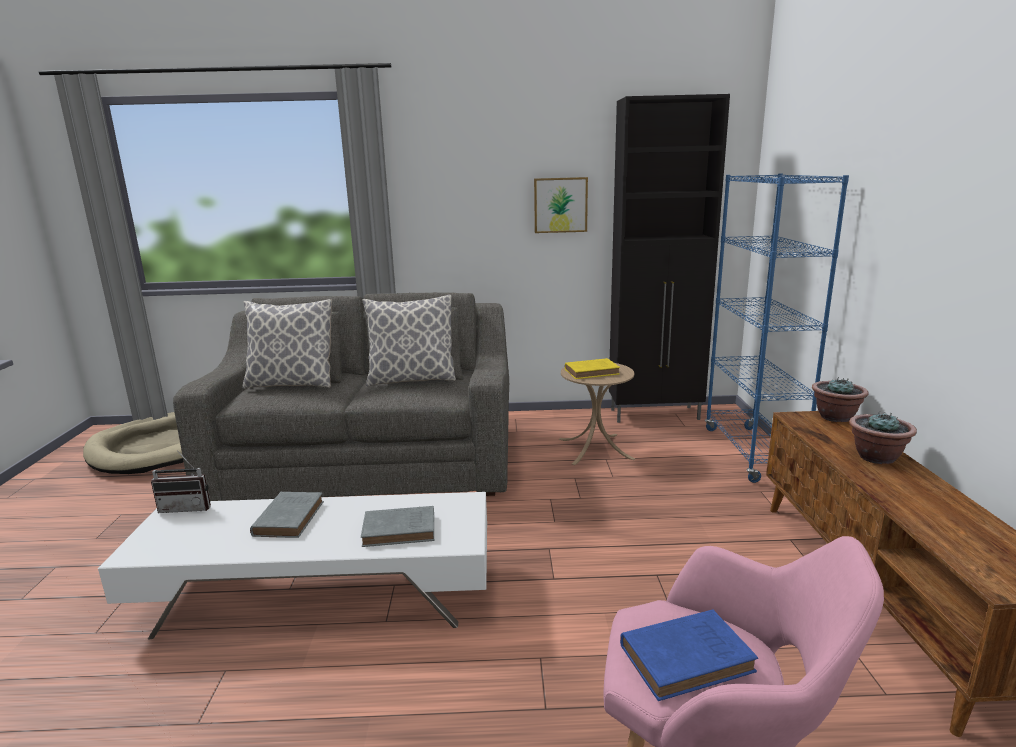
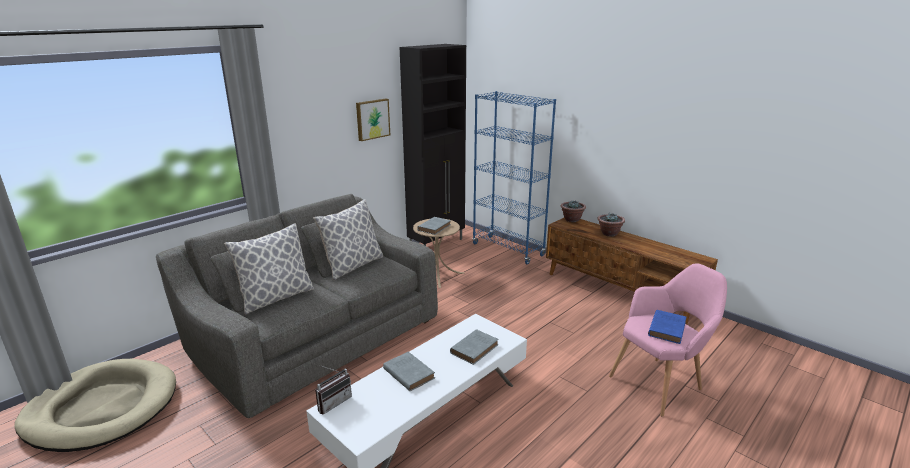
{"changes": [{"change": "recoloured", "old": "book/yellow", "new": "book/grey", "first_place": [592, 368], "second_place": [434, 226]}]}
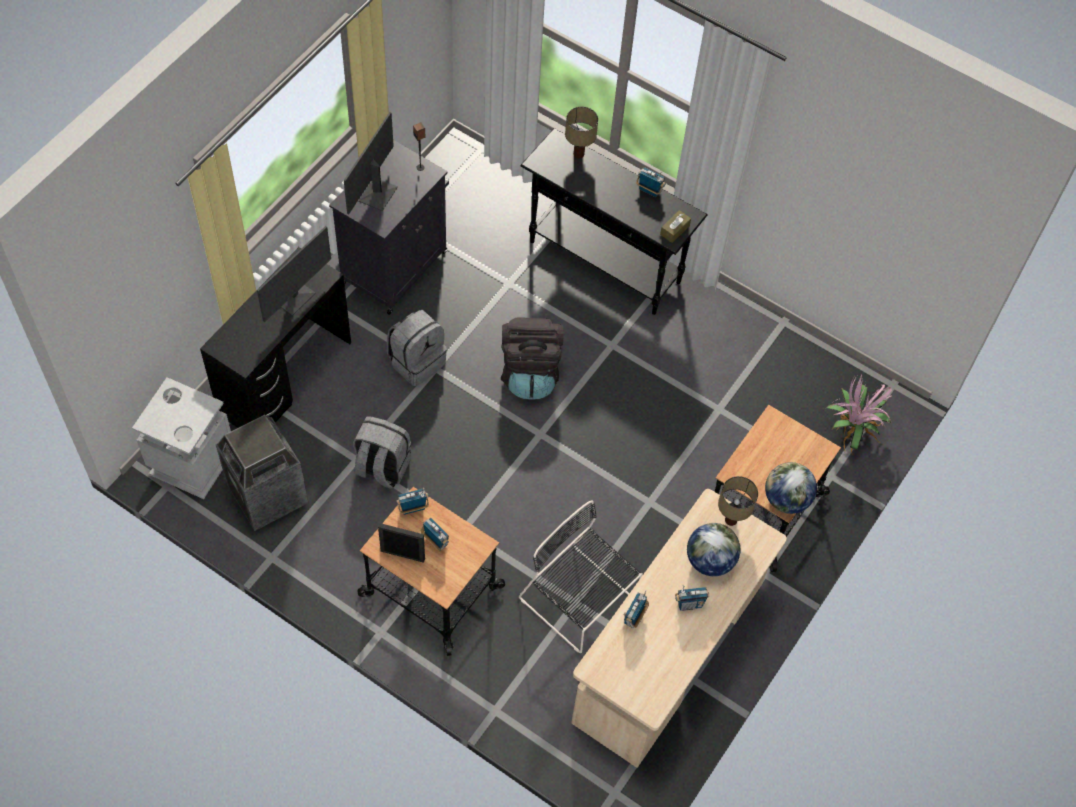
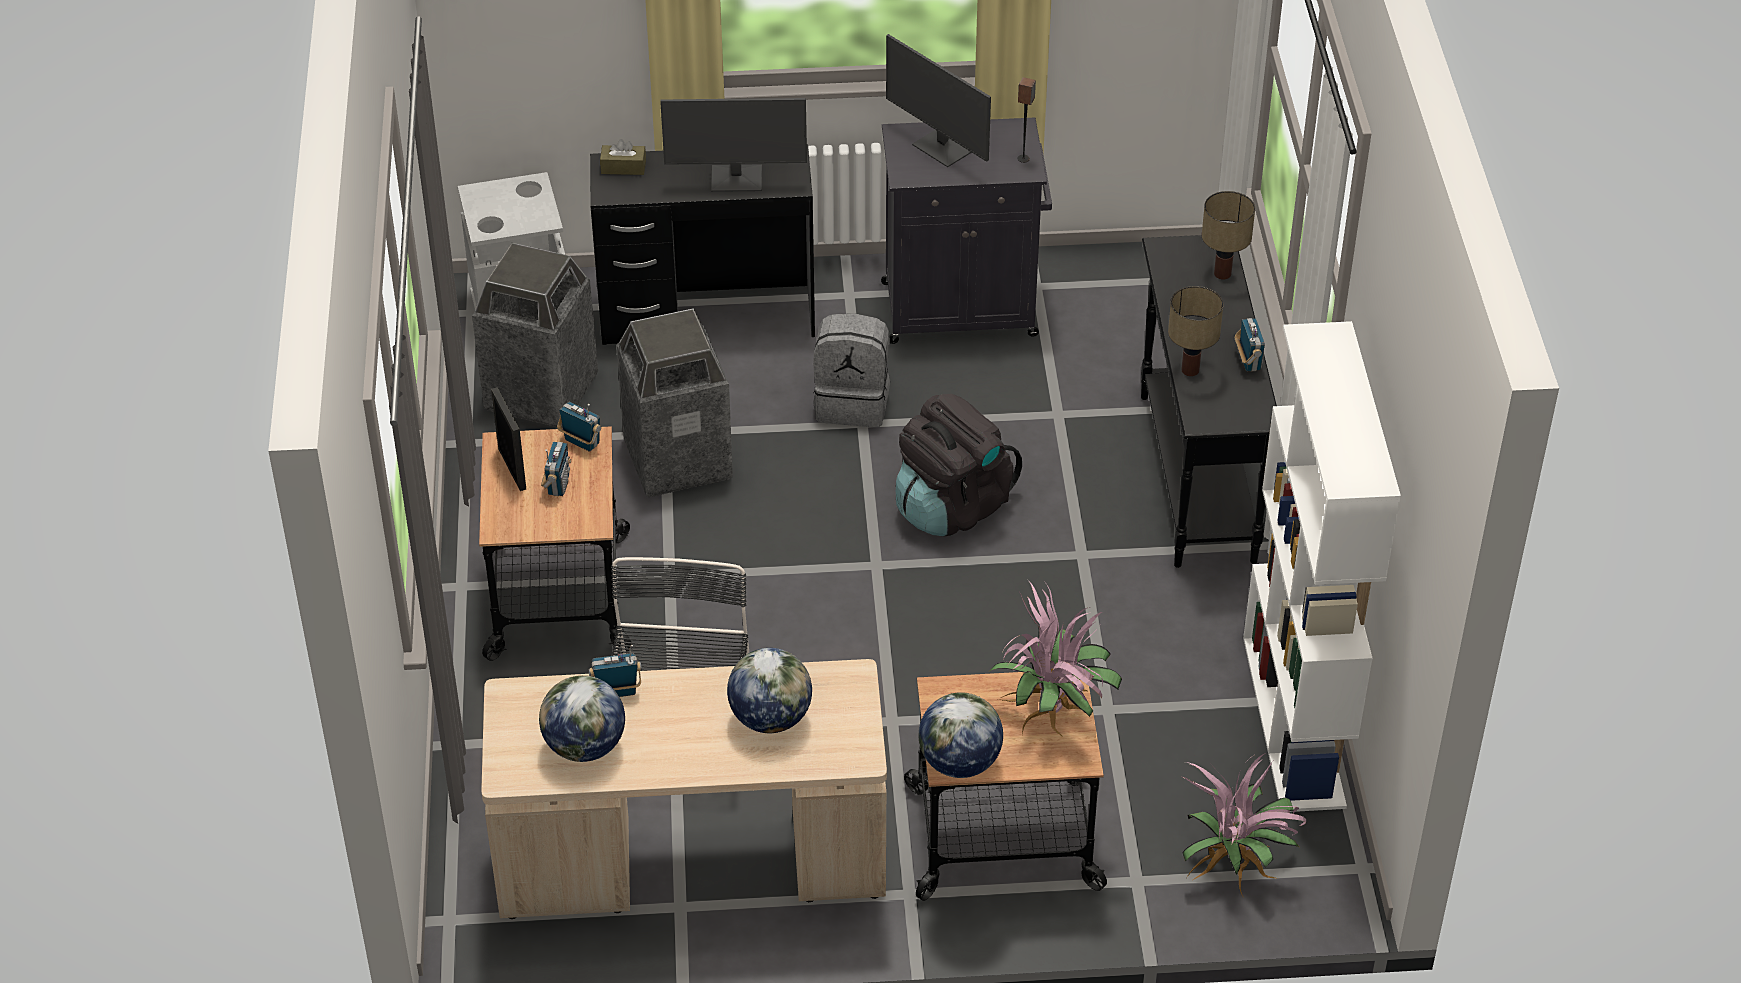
{"changes": [{"change": "turned", "old": "monitor", "first_place": [371, 163], "second_place": [938, 100], "degrees": -120}, {"change": "replaced", "old": "backpack/grey", "new": "trash can", "first_place": [382, 452], "second_place": [674, 402]}, {"change": "moved", "old": "tissue box/brown", "first_place": [675, 226], "second_place": [623, 157]}, {"change": "removed", "old": "radio", "first_place": [692, 598]}, {"change": "moved", "old": "table lamp", "first_place": [738, 501], "second_place": [1196, 331]}, {"change": "added", "new": "globe", "second_place": [582, 718]}, {"change": "added", "new": "potted plant", "second_place": [1055, 658]}, {"change": "added", "new": "bookcase/white", "second_place": [1322, 566]}]}
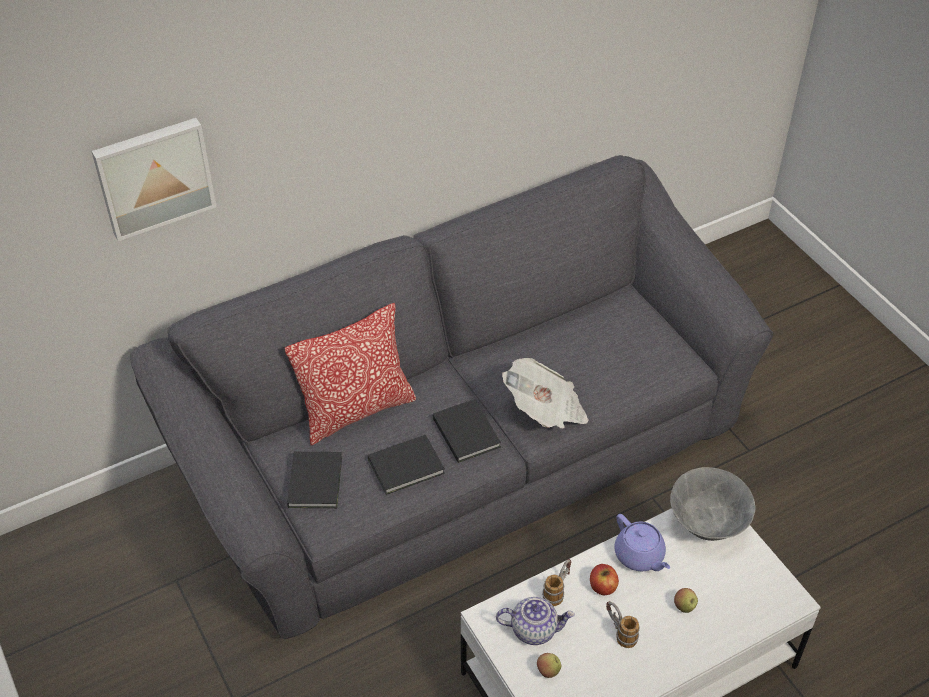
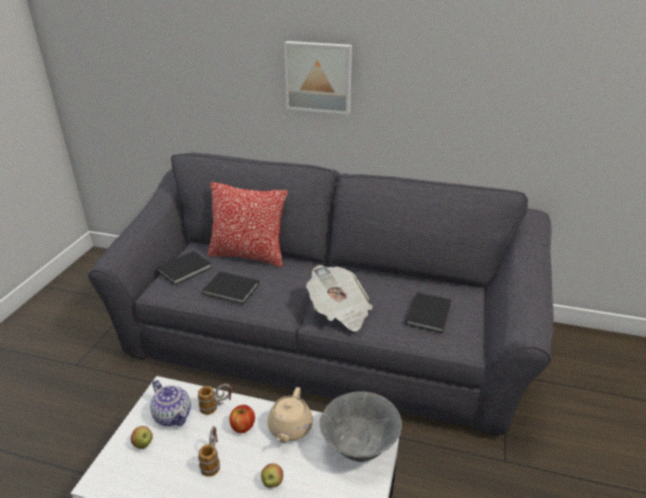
{"changes": [{"change": "moved", "old": "picture", "first_place": [154, 179], "second_place": [318, 77]}, {"change": "moved", "old": "book/black", "first_place": [467, 431], "second_place": [428, 312]}, {"change": "recoloured", "old": "teapot/purple", "new": "teapot/beige", "first_place": [642, 542], "second_place": [290, 415]}]}
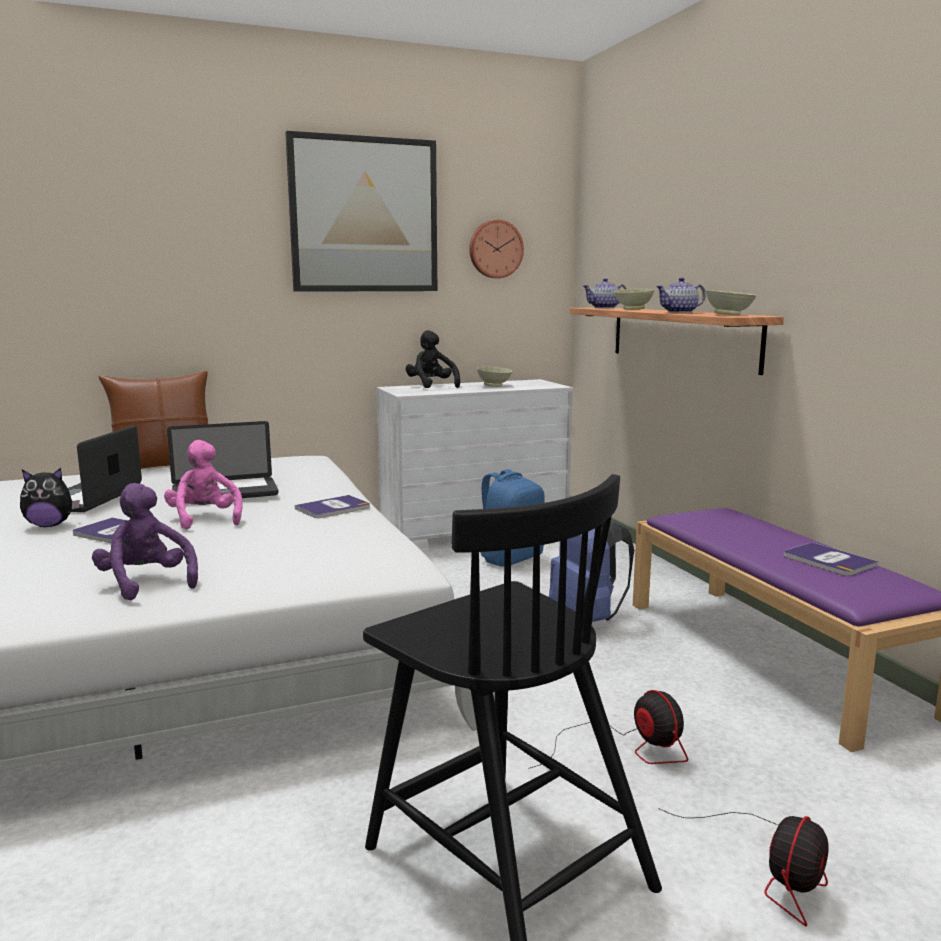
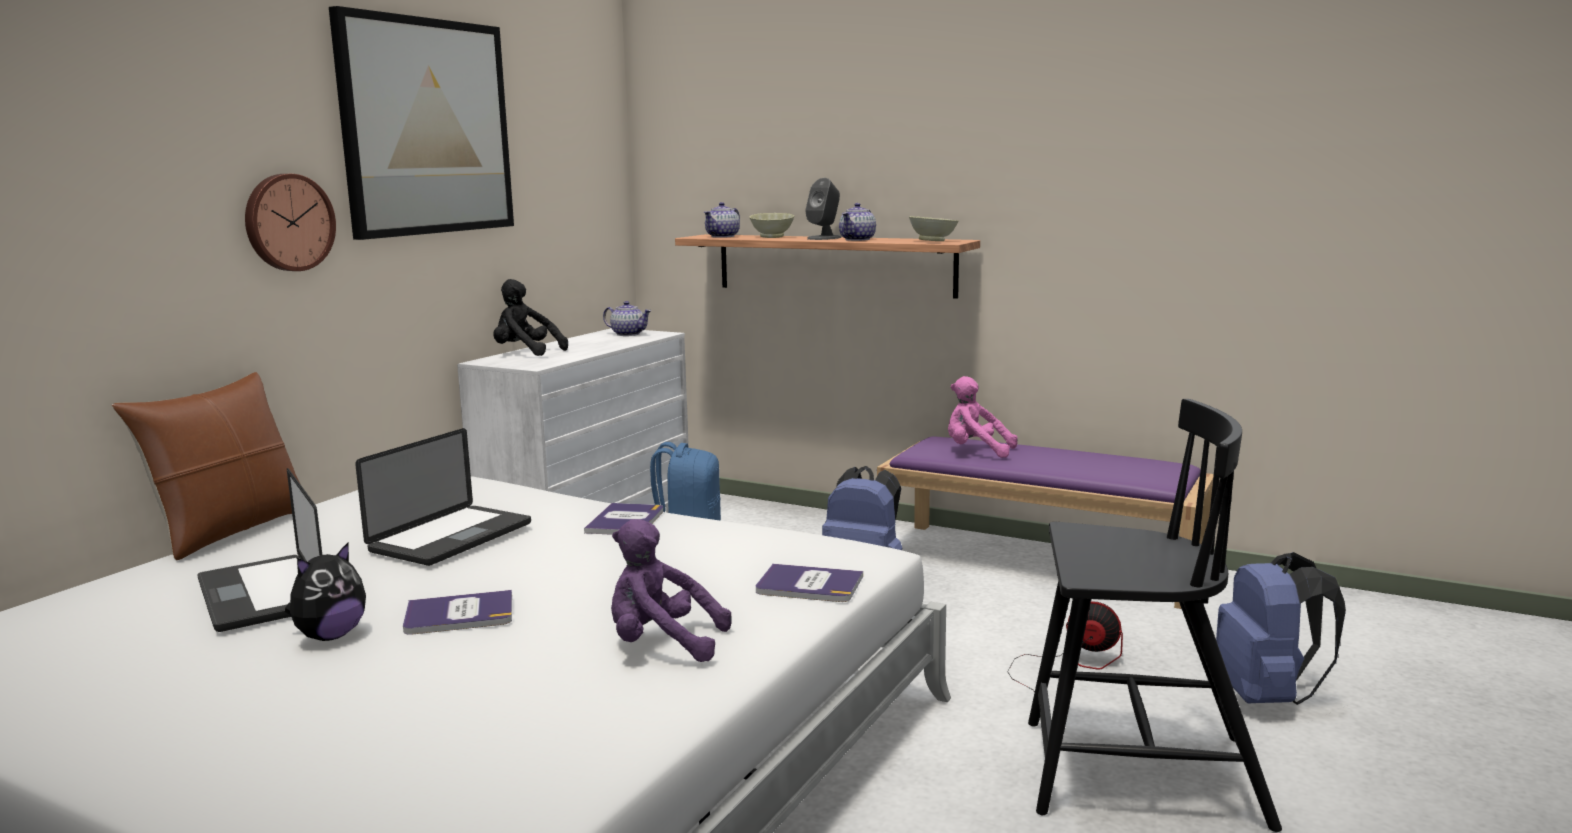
{"changes": [{"change": "moved", "old": "plush toy/pink", "first_place": [203, 485], "second_place": [983, 417]}, {"change": "moved", "old": "wall clock", "first_place": [496, 249], "second_place": [290, 222]}, {"change": "removed", "old": "bowl/beige", "first_place": [494, 376]}, {"change": "replaced", "old": "fan", "new": "backpack/blue", "first_place": [743, 867], "second_place": [1281, 628]}, {"change": "moved", "old": "book", "first_place": [831, 559], "second_place": [809, 583]}, {"change": "added", "new": "teapot", "second_place": [627, 318]}, {"change": "added", "new": "speaker/grey", "second_place": [823, 209]}]}
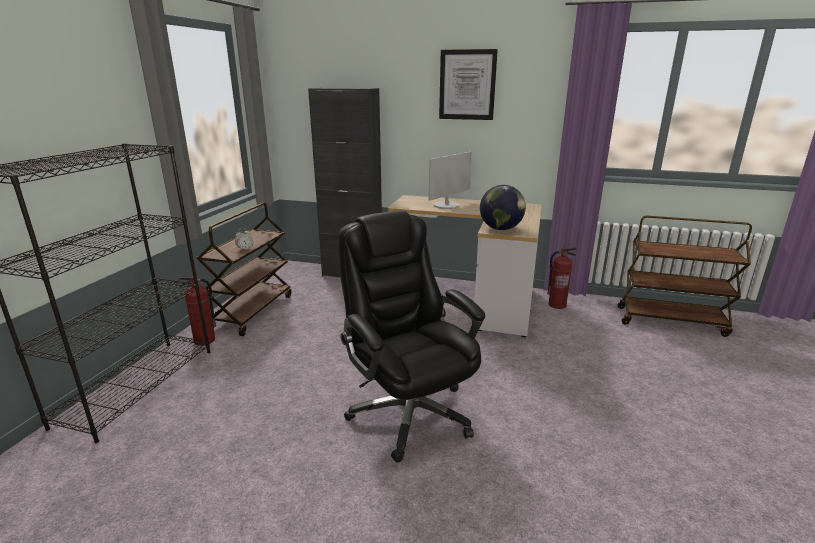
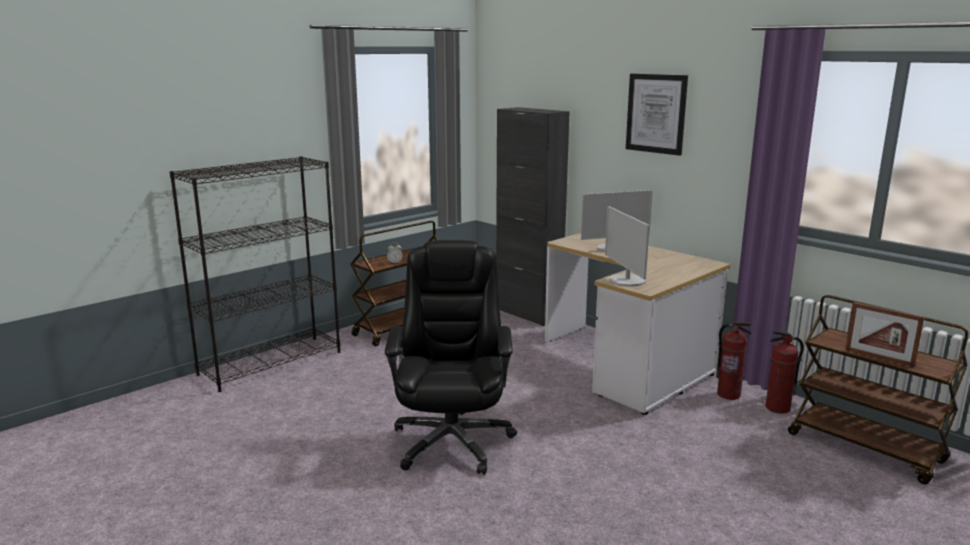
{"changes": [{"change": "moved", "old": "fire extinguisher", "first_place": [197, 311], "second_place": [784, 372]}, {"change": "replaced", "old": "globe", "new": "monitor", "first_place": [503, 207], "second_place": [627, 246]}, {"change": "added", "new": "picture frame", "second_place": [884, 334]}]}
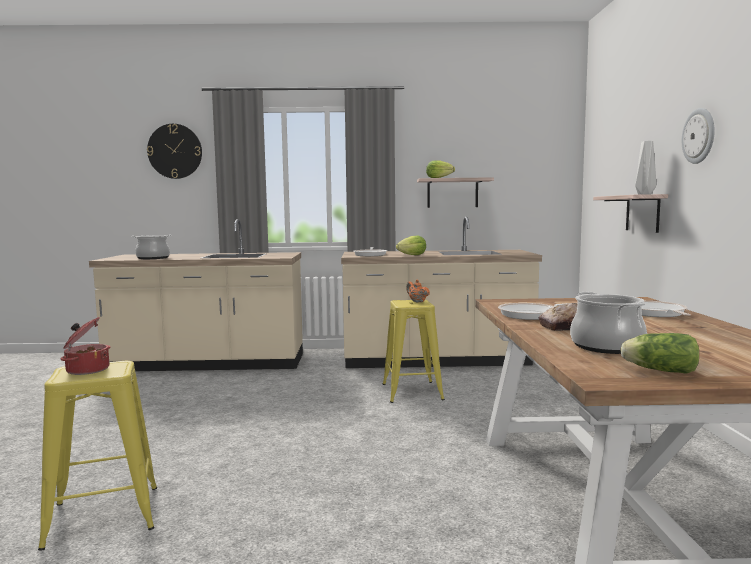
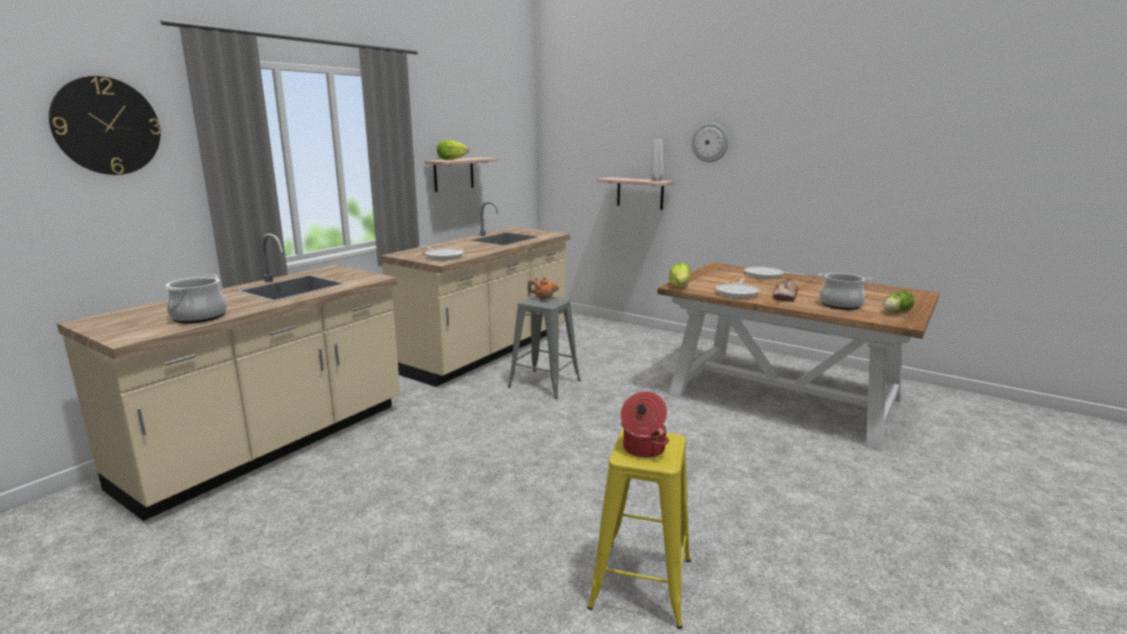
{"changes": [{"change": "recoloured", "old": "stool/yellow", "new": "stool/grey", "first_place": [414, 351], "second_place": [544, 347]}, {"change": "moved", "old": "lettuce", "first_place": [411, 245], "second_place": [680, 274]}]}
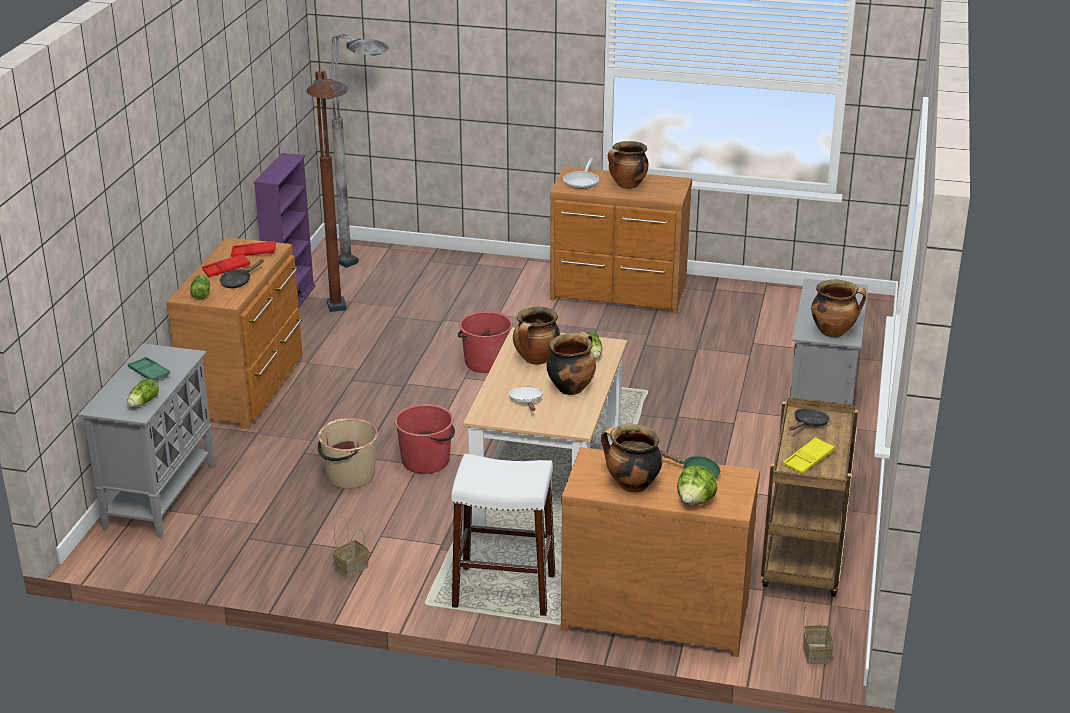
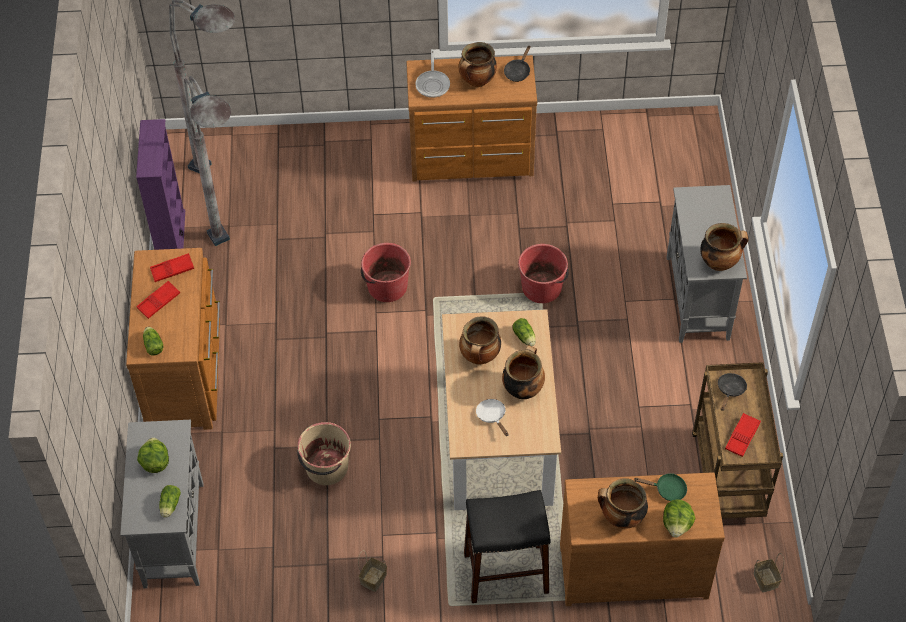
{"changes": [{"change": "replaced", "old": "tray/green", "new": "lettuce", "first_place": [149, 369], "second_place": [153, 455]}, {"change": "moved", "old": "frying pan/black", "first_place": [242, 273], "second_place": [517, 64]}, {"change": "recoloured", "old": "floor lamp/brown", "new": "floor lamp/grey", "first_place": [327, 191], "second_place": [207, 161]}, {"change": "moved", "old": "bucket/red", "first_place": [424, 439], "second_place": [543, 273]}, {"change": "recoloured", "old": "stool/white", "new": "stool/black", "first_place": [503, 535], "second_place": [507, 546]}, {"change": "recoloured", "old": "tray/yellow", "new": "tray/red", "first_place": [809, 455], "second_place": [743, 435]}]}
